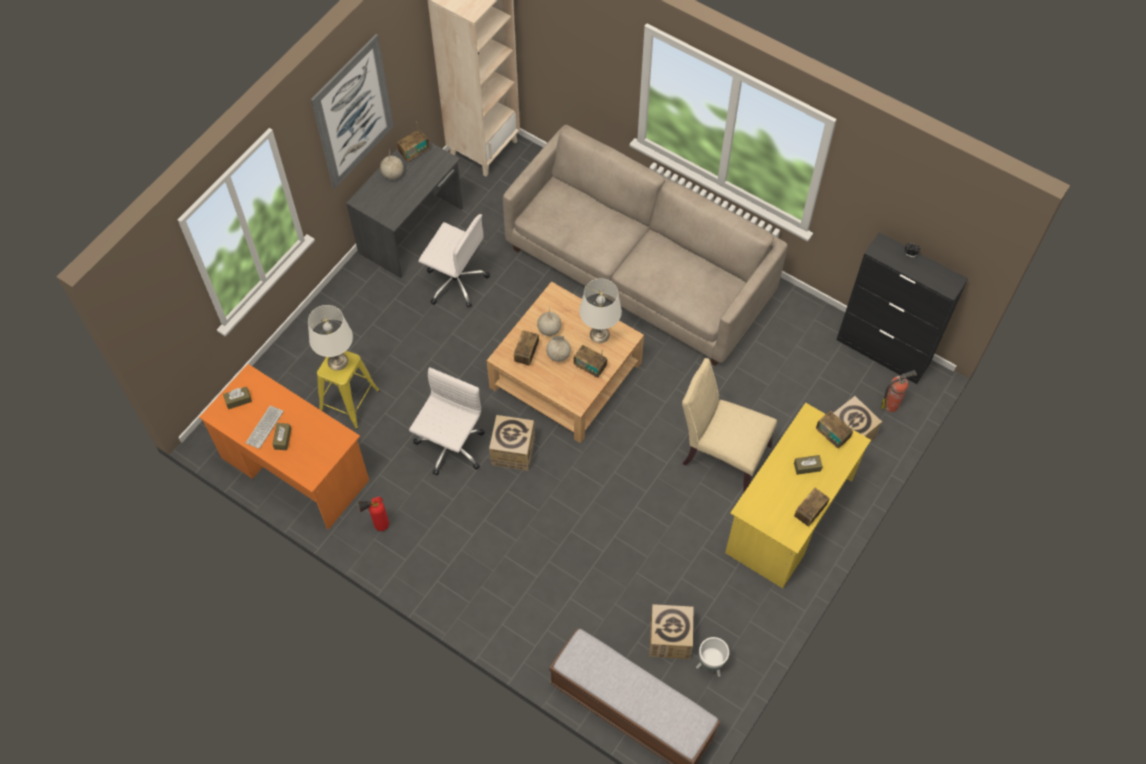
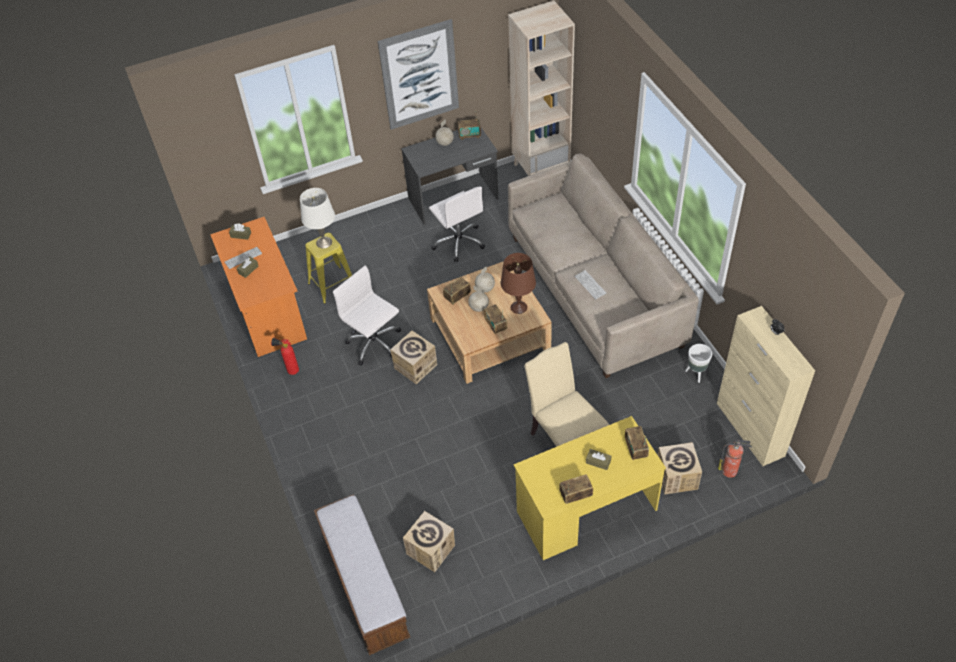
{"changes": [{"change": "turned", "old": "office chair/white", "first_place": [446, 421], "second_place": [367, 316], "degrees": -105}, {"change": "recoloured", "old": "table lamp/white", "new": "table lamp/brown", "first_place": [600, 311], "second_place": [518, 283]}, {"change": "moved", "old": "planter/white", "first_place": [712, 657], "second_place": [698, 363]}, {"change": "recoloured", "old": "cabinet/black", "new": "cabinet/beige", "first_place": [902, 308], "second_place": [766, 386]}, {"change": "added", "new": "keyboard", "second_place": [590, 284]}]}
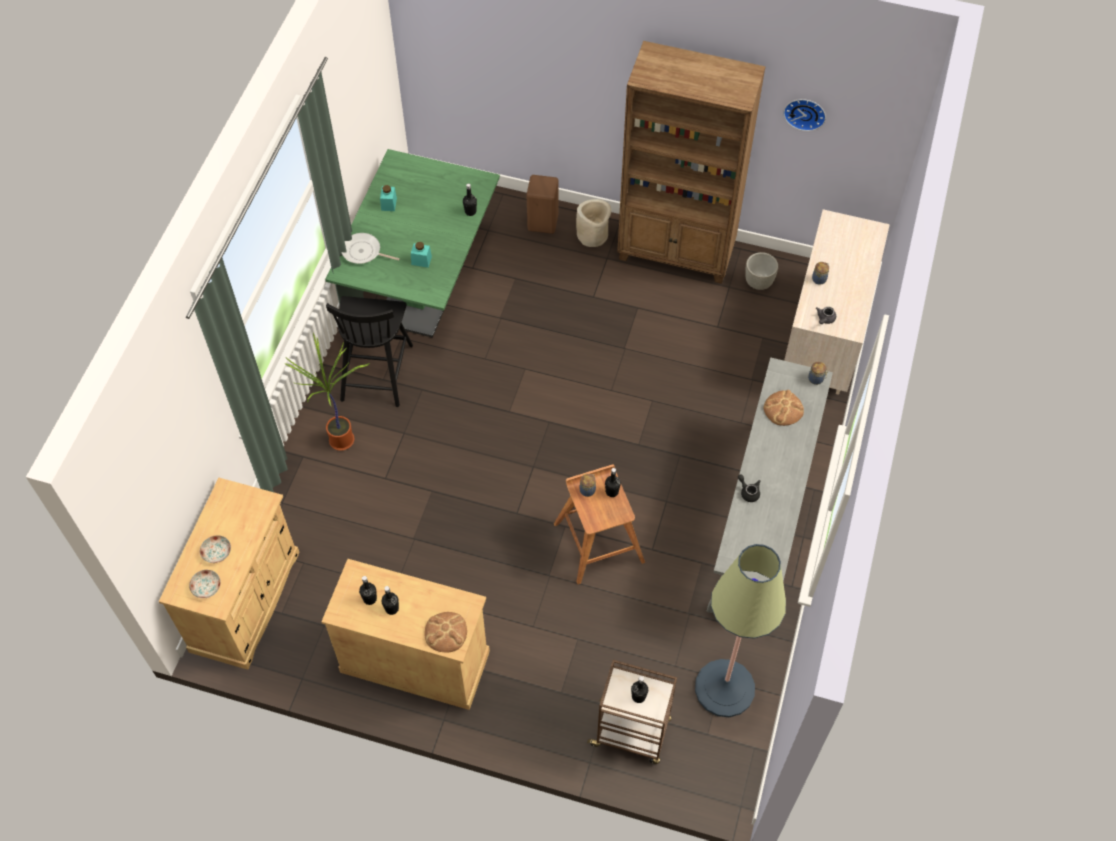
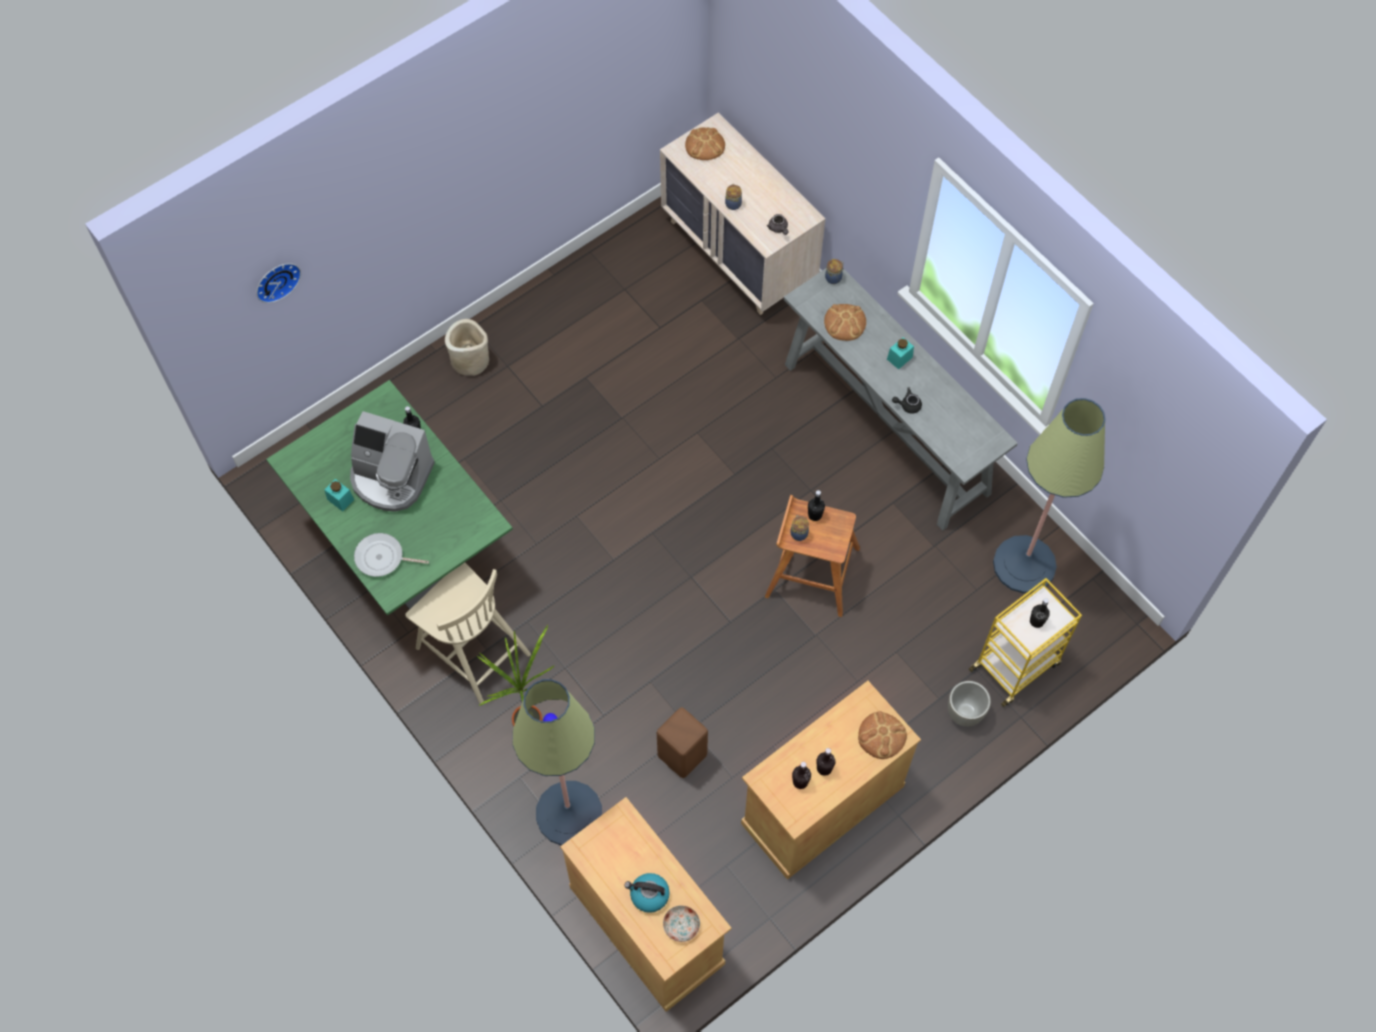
{"changes": [{"change": "replaced", "old": "plate", "new": "kettle", "first_place": [215, 549], "second_place": [647, 893]}, {"change": "recoloured", "old": "chair/black", "new": "chair/beige", "first_place": [369, 351], "second_place": [468, 633]}, {"change": "turned", "old": "frying pan", "first_place": [370, 248], "second_place": [391, 555], "degrees": 45}, {"change": "moved", "old": "jar/turquoise", "first_place": [421, 255], "second_place": [900, 353]}, {"change": "moved", "old": "stool/brown", "first_place": [543, 204], "second_place": [682, 742]}, {"change": "recoloured", "old": "cart/brown", "new": "cart/yellow", "first_place": [632, 712], "second_place": [1025, 642]}, {"change": "removed", "old": "bookcase/brown", "first_place": [691, 162]}, {"change": "moved", "old": "planter/grey", "first_place": [761, 271], "second_place": [969, 704]}, {"change": "moved", "old": "wall clock", "first_place": [804, 115], "second_place": [278, 283]}, {"change": "added", "new": "coffee machine", "second_place": [392, 461]}, {"change": "added", "new": "floor lamp", "second_place": [557, 762]}, {"change": "added", "new": "bread", "second_place": [705, 143]}]}
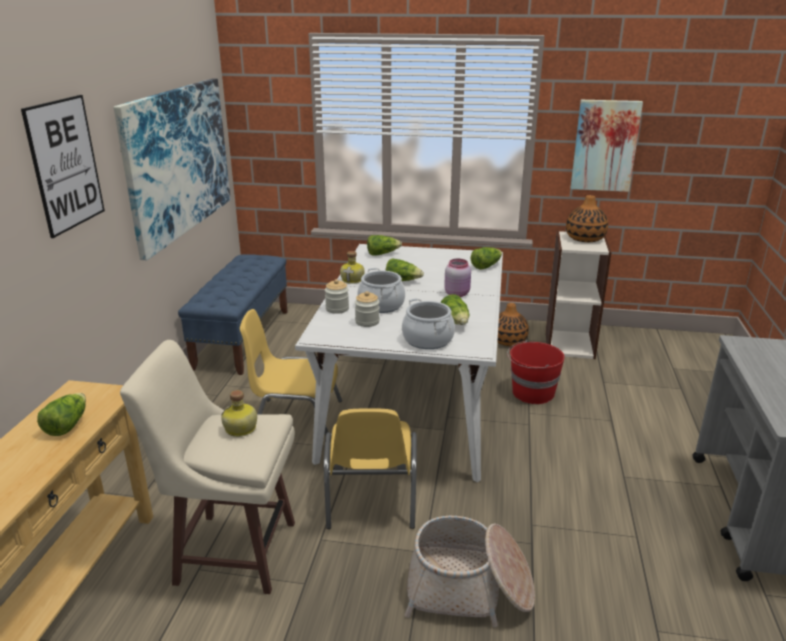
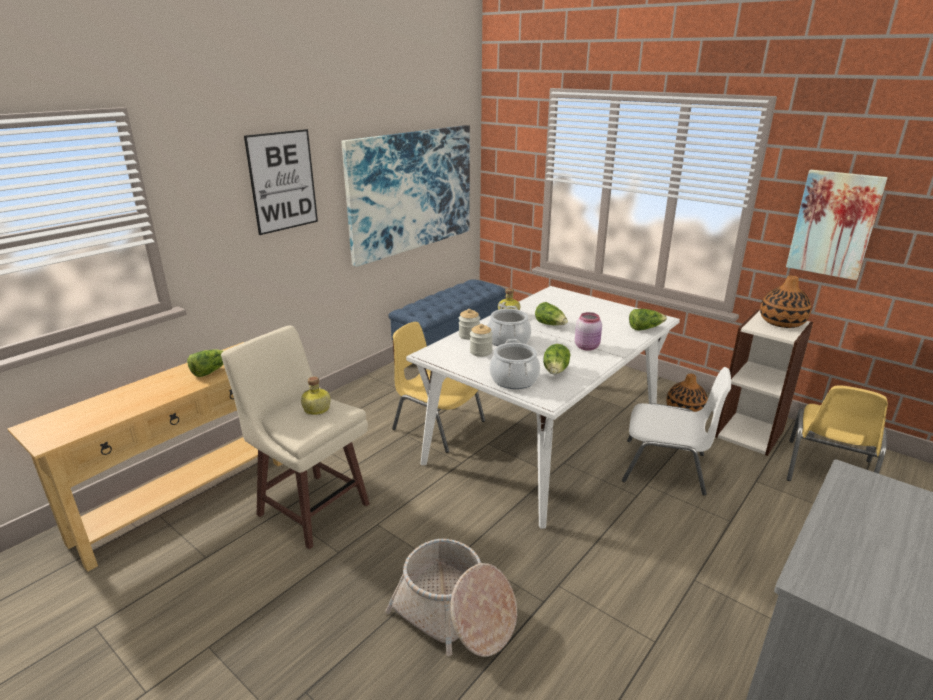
{"changes": [{"change": "moved", "old": "chair/yellow", "first_place": [370, 468], "second_place": [837, 433]}, {"change": "removed", "old": "lettuce", "first_place": [384, 245]}, {"change": "replaced", "old": "bucket/red", "new": "chair/white", "first_place": [536, 372], "second_place": [676, 431]}]}
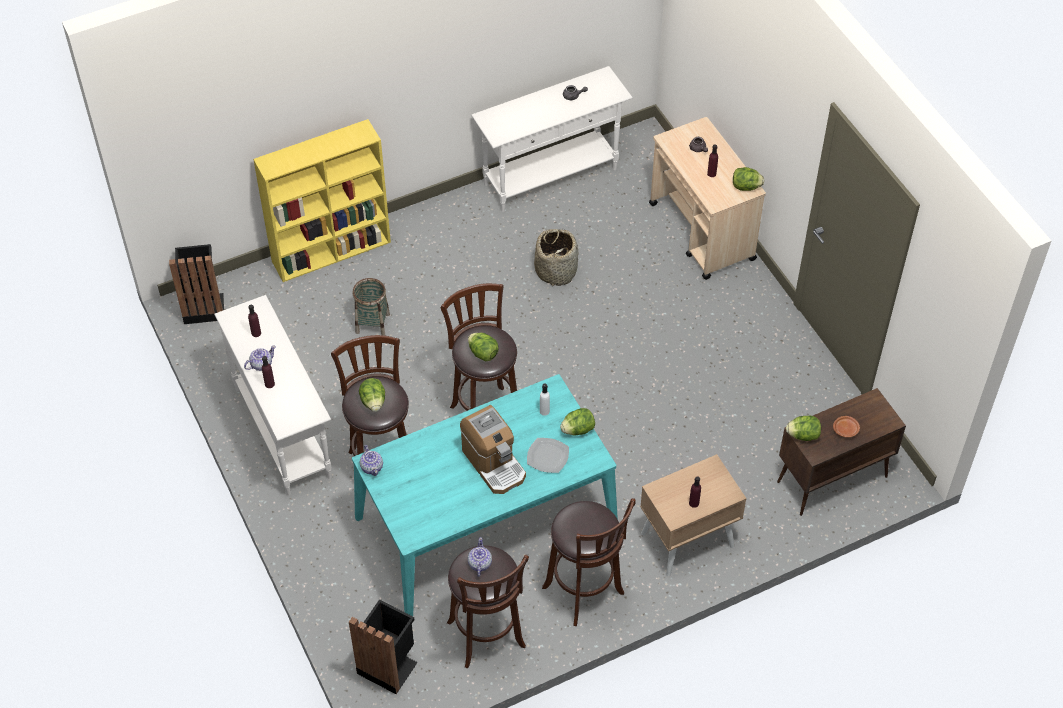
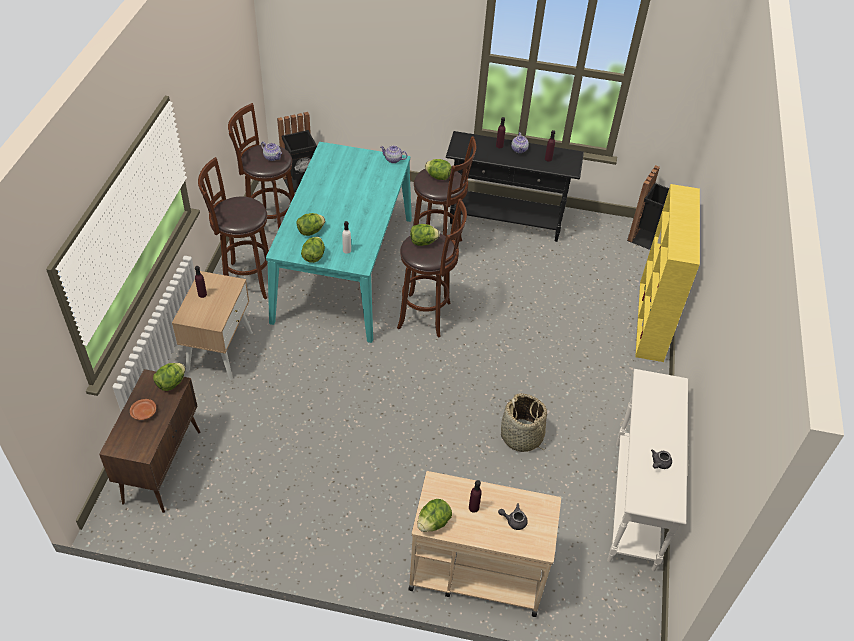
{"changes": [{"change": "recoloured", "old": "console table/white", "new": "console table/black", "first_place": [273, 395], "second_place": [515, 186]}, {"change": "removed", "old": "basket", "first_place": [371, 306]}, {"change": "removed", "old": "coffee machine", "first_place": [493, 449]}, {"change": "replaced", "old": "plate", "new": "lettuce", "first_place": [548, 455], "second_place": [310, 224]}]}
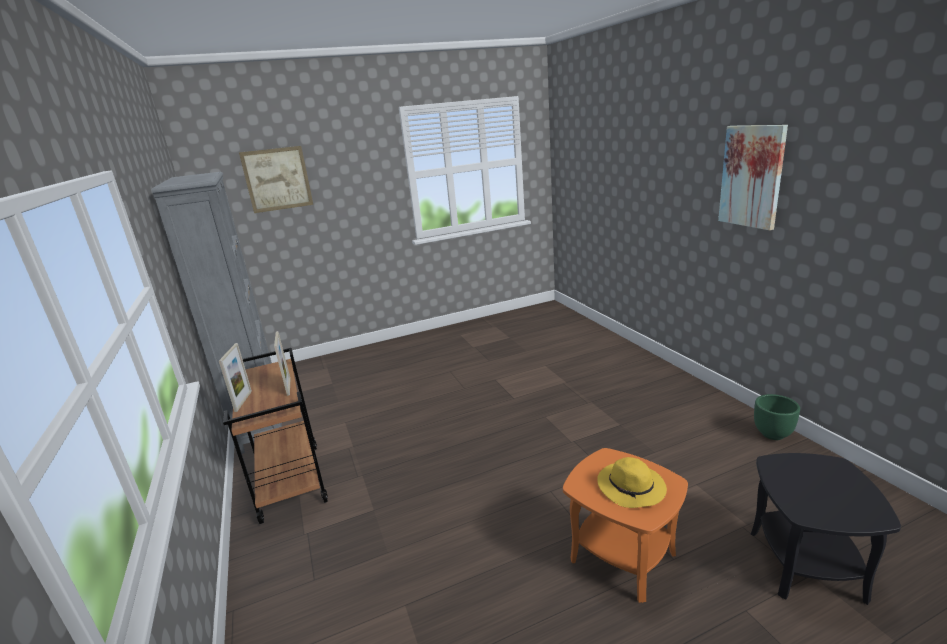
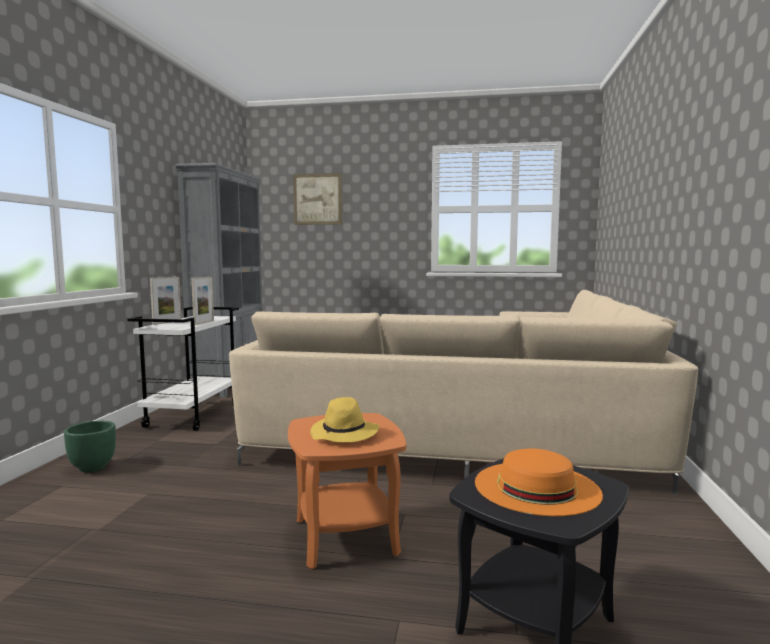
{"changes": [{"change": "recoloured", "old": "cart/brown", "new": "cart/white", "first_place": [275, 436], "second_place": [183, 369]}, {"change": "removed", "old": "picture", "first_place": [753, 177]}, {"change": "moved", "old": "planter/green", "first_place": [777, 417], "second_place": [90, 446]}, {"change": "added", "new": "sofa/beige", "second_place": [463, 392]}, {"change": "added", "new": "hat/orange", "second_place": [539, 482]}]}
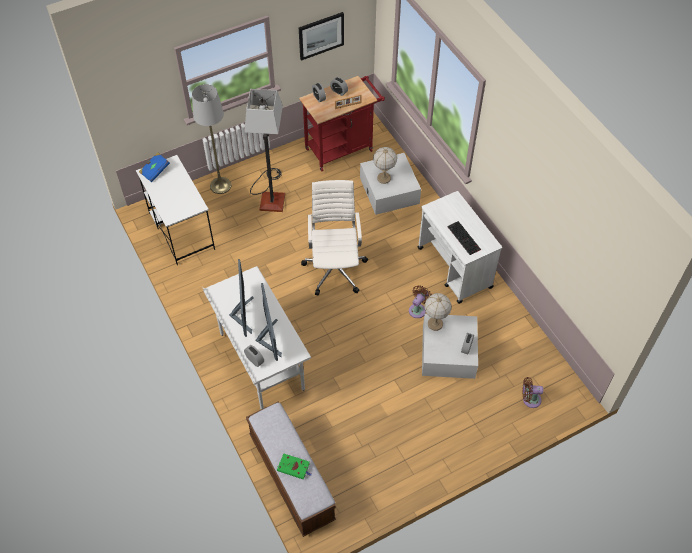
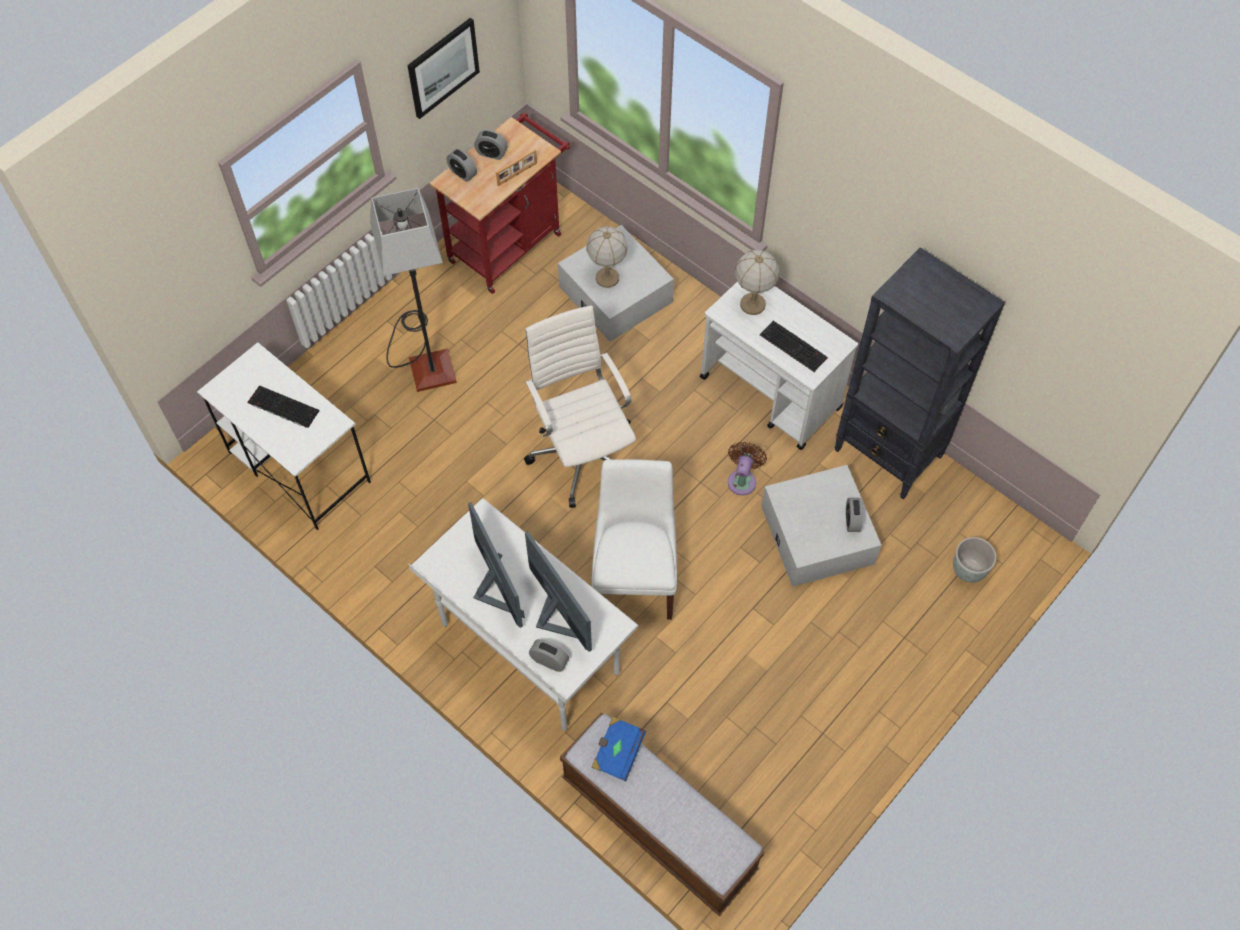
{"changes": [{"change": "moved", "old": "book/blue", "first_place": [154, 167], "second_place": [619, 748]}, {"change": "removed", "old": "floor lamp/grey", "first_place": [212, 139]}, {"change": "removed", "old": "book/green", "first_place": [294, 466]}, {"change": "moved", "old": "table lamp", "first_place": [438, 312], "second_place": [757, 282]}, {"change": "replaced", "old": "fan/brown", "new": "planter/grey", "first_place": [532, 392], "second_place": [974, 560]}, {"change": "added", "new": "keyboard", "second_place": [283, 406]}, {"change": "added", "new": "chair/white", "second_place": [634, 539]}, {"change": "added", "new": "bookcase/black", "second_place": [919, 373]}]}
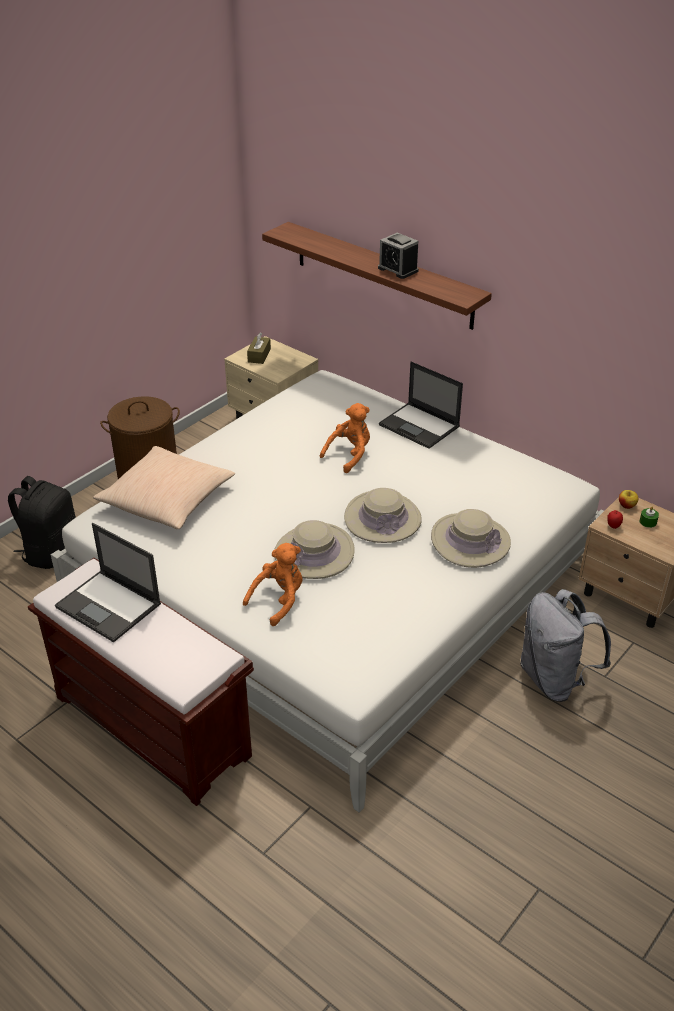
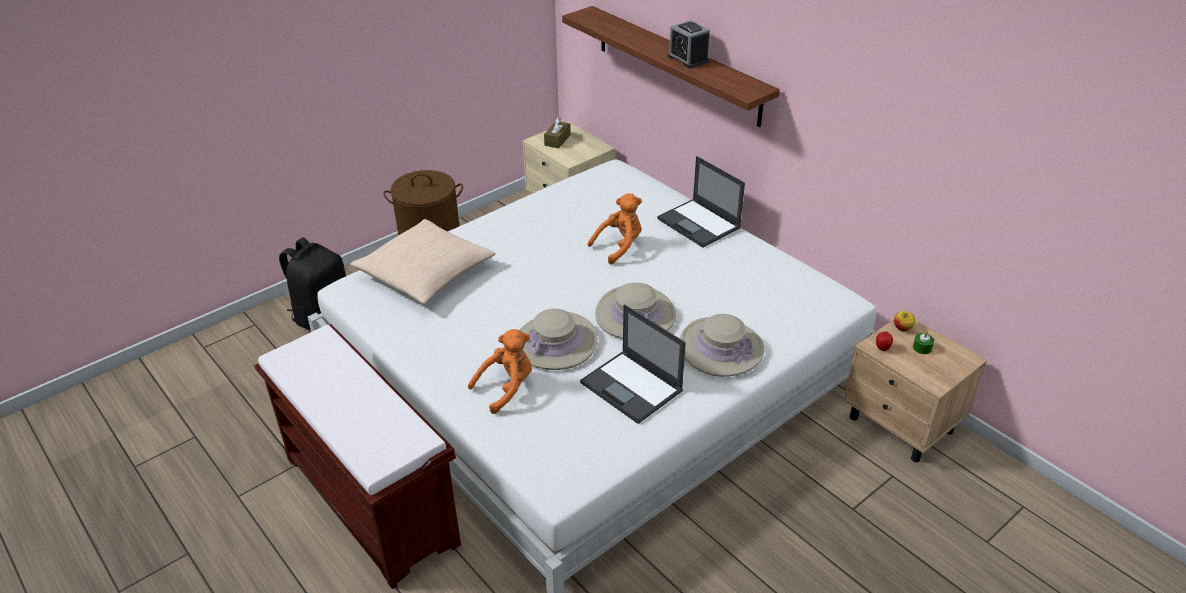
{"changes": [{"change": "moved", "old": "laptop", "first_place": [108, 582], "second_place": [633, 364]}, {"change": "removed", "old": "backpack/grey", "first_place": [565, 645]}]}
